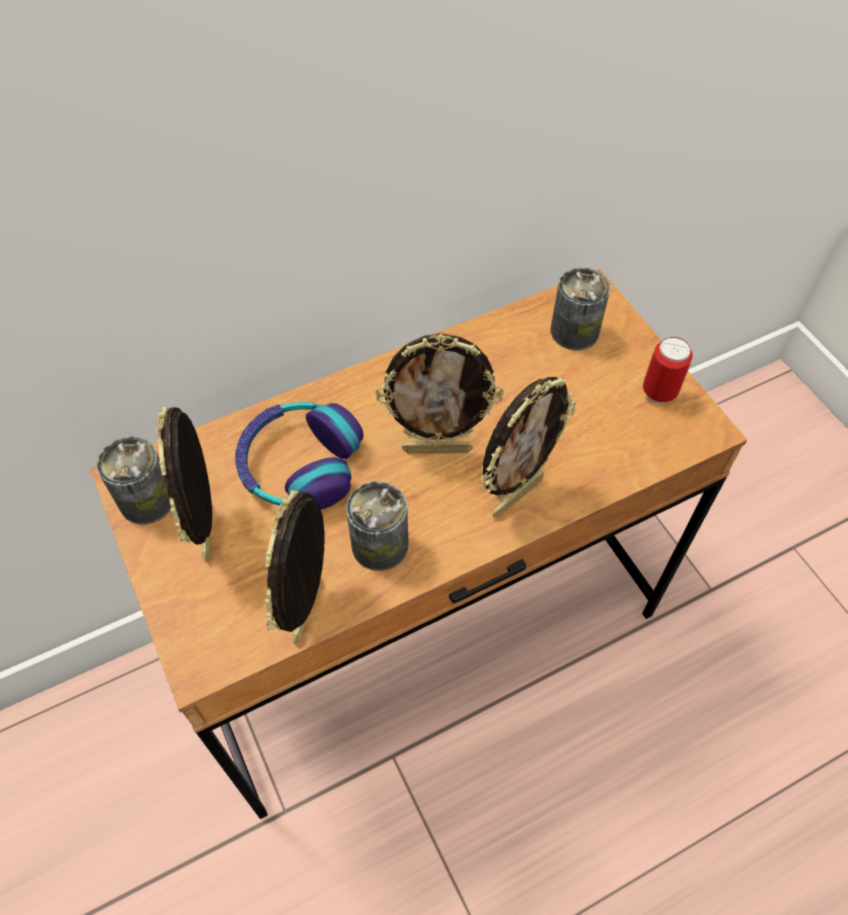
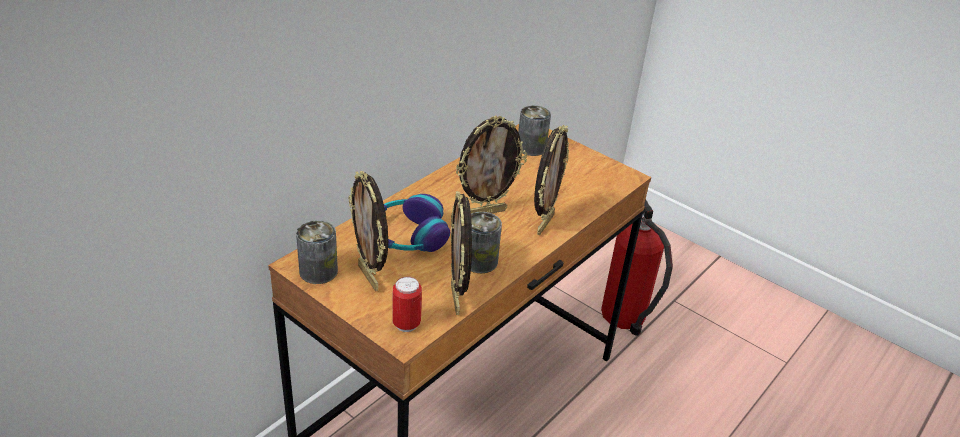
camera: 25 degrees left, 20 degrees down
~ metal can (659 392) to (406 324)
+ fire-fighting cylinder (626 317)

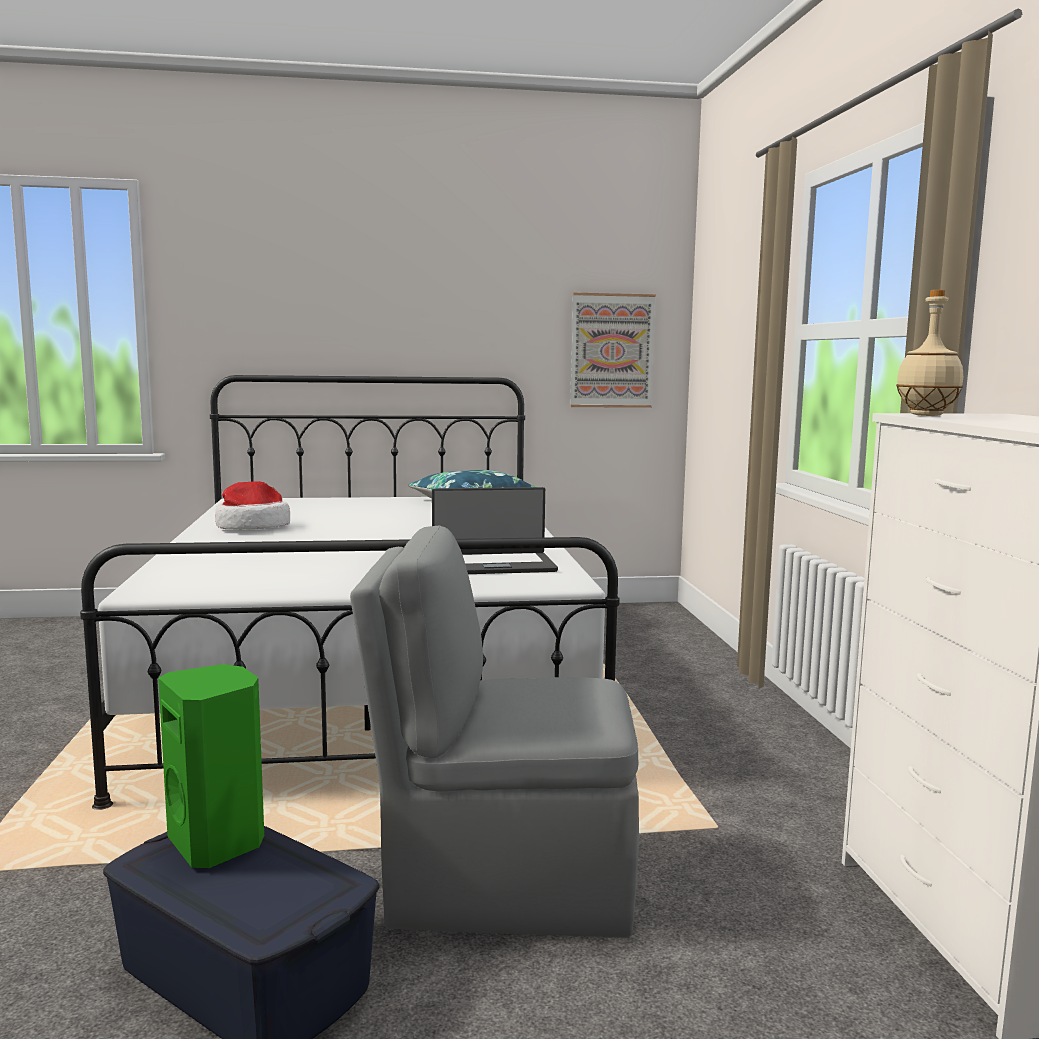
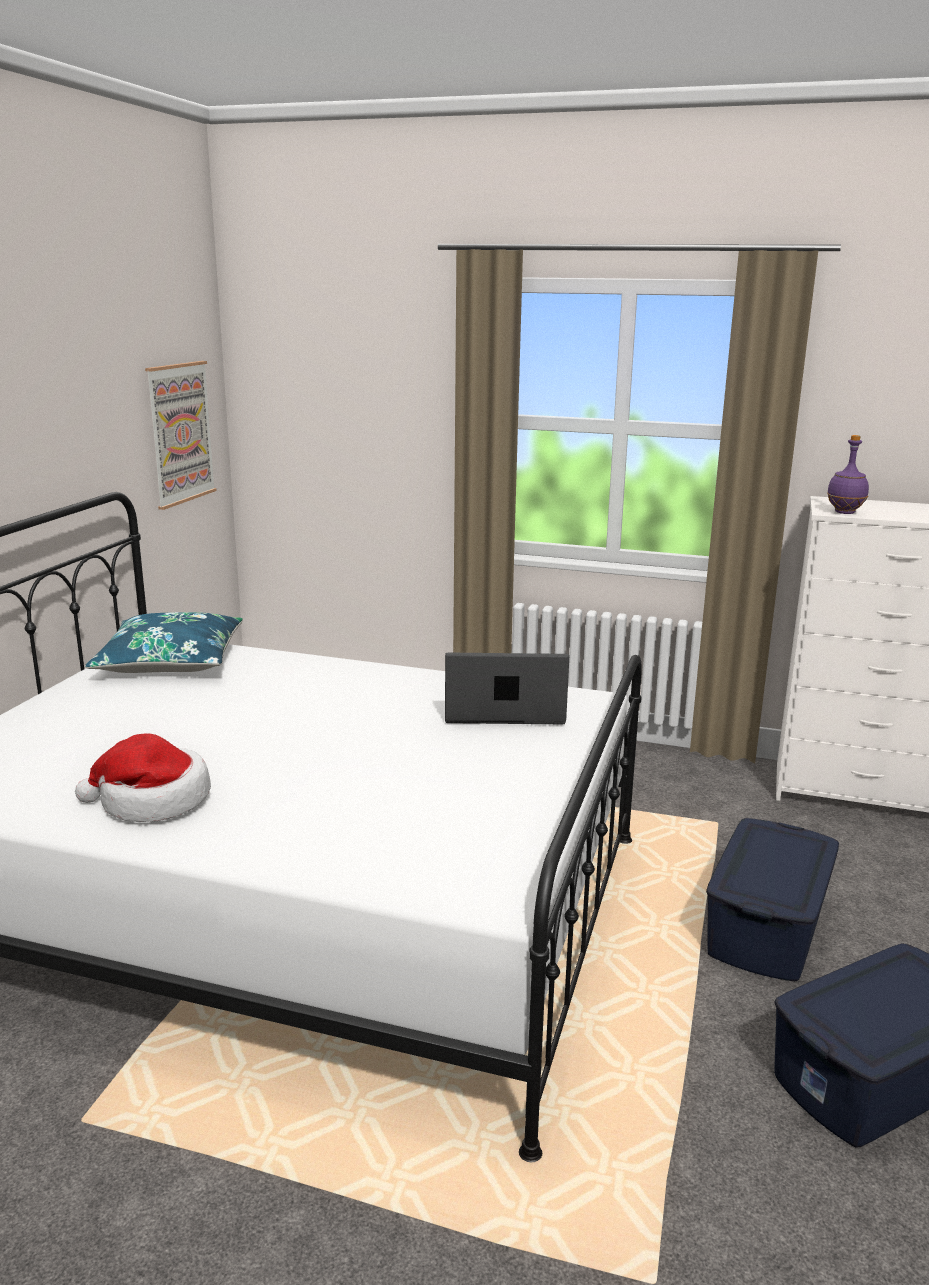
camera: 65 degrees left, 10 degrees up
~ beverage bottle/sand-coloured (927 415) to beverage bottle/purple (844 512)
~ notebook computer (493 565) = (504 711) 105 degrees counterclockwise
~ upright chair/grey (503 881) to storage box/blue-coloured (765 927)
- speaker/green-coloured (219 843)

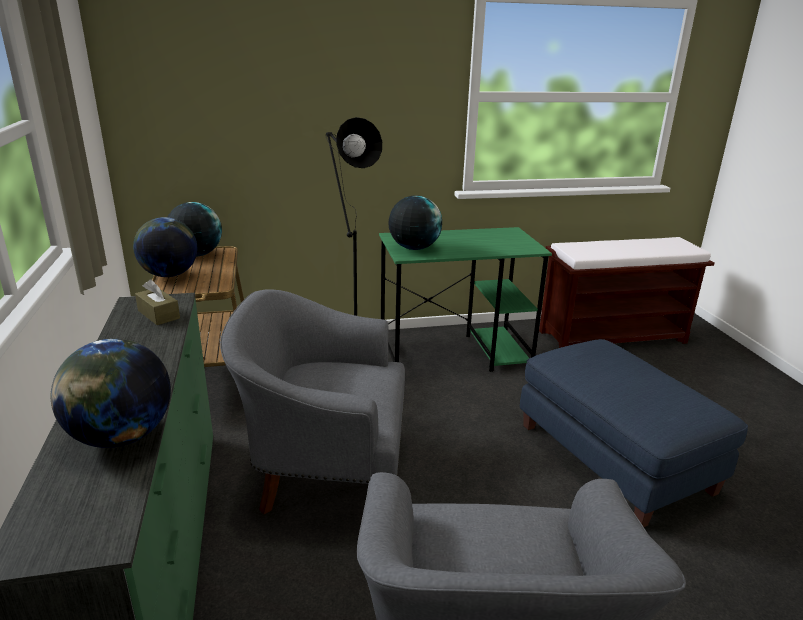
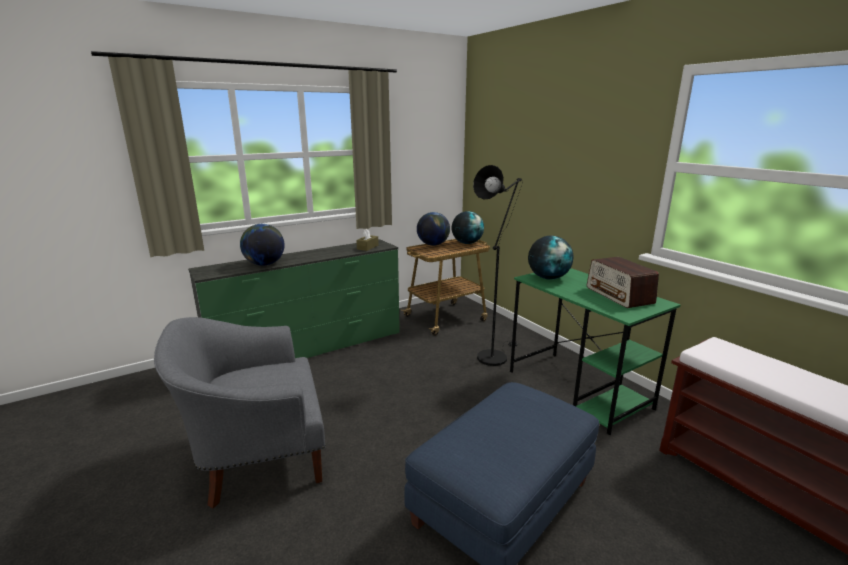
camera: 70 degrees right, 5 degrees down
- armchair/grey (325 470)
+ radio (619 295)

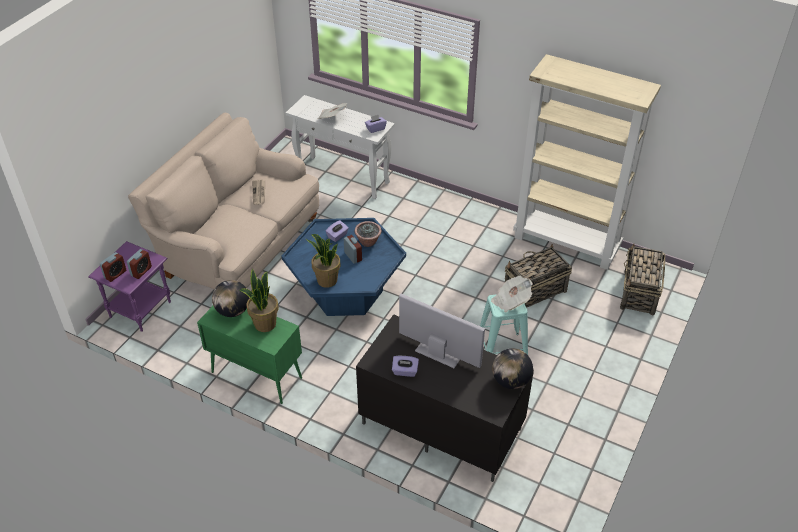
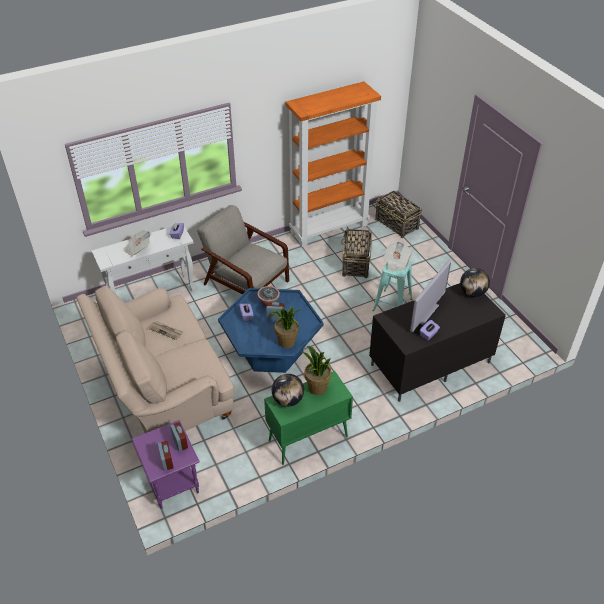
camera: 55 degrees left, 0 degrees up
~ bookshelf/sand-coloured (567 243) to bookshelf/orange-coloured (329 228)
~ television (438 354) = (425 312) 150 degrees clockwise
+ armchair/grey (245 282)

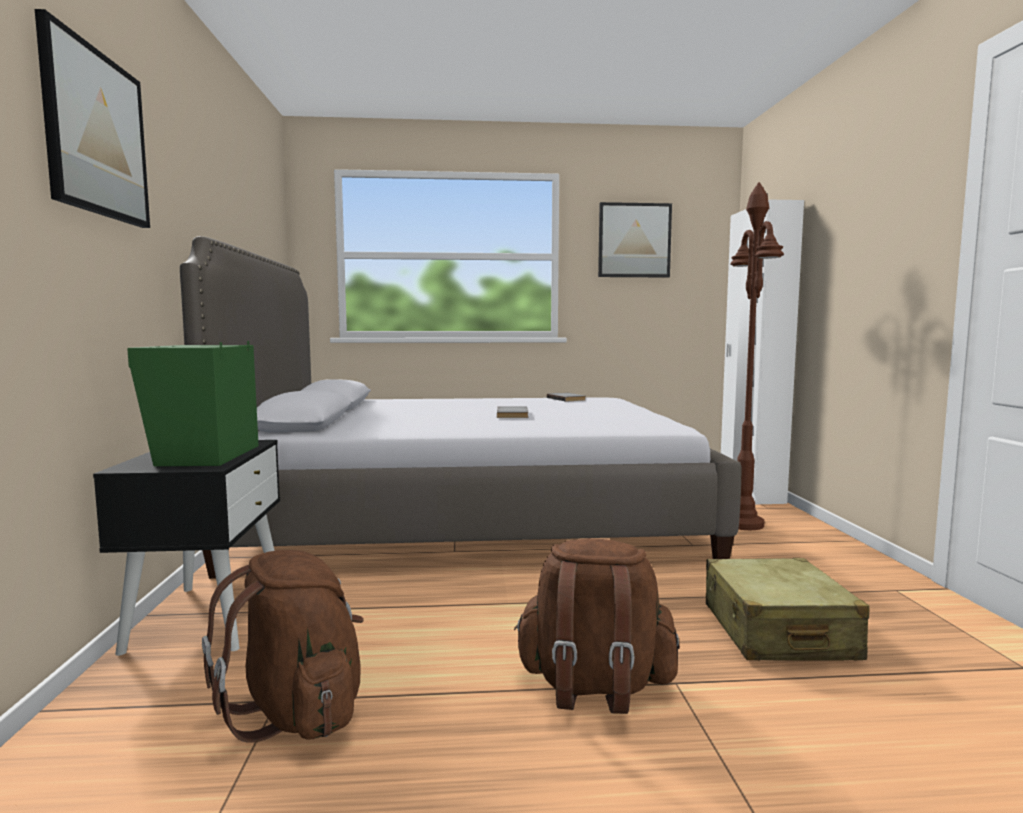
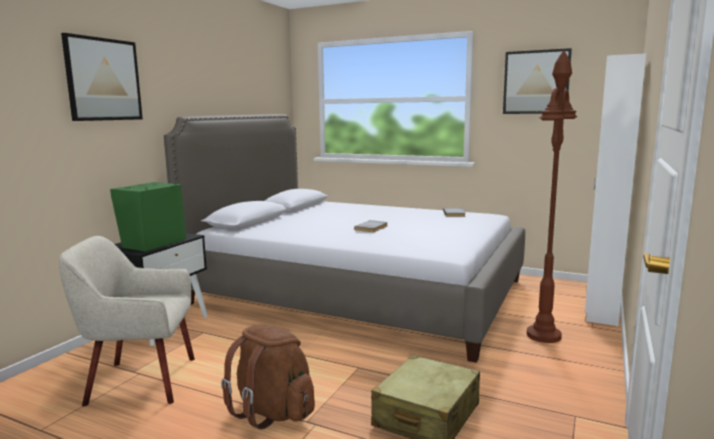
camera: 30 degrees right, 5 degrees up
~ knapsack/brown-coloured (298 711) to armchair/sand-coloured (140 381)

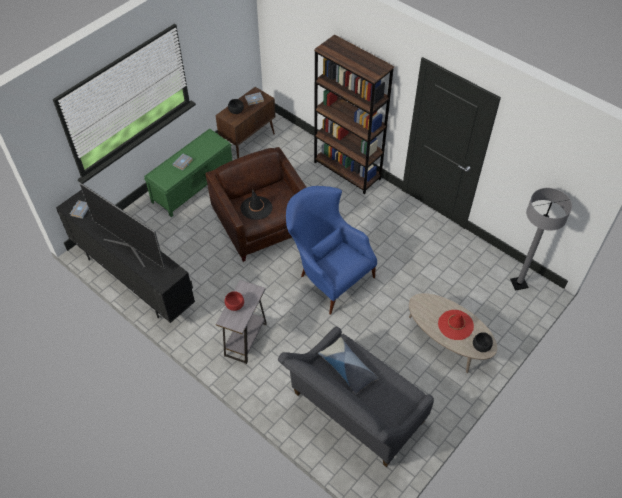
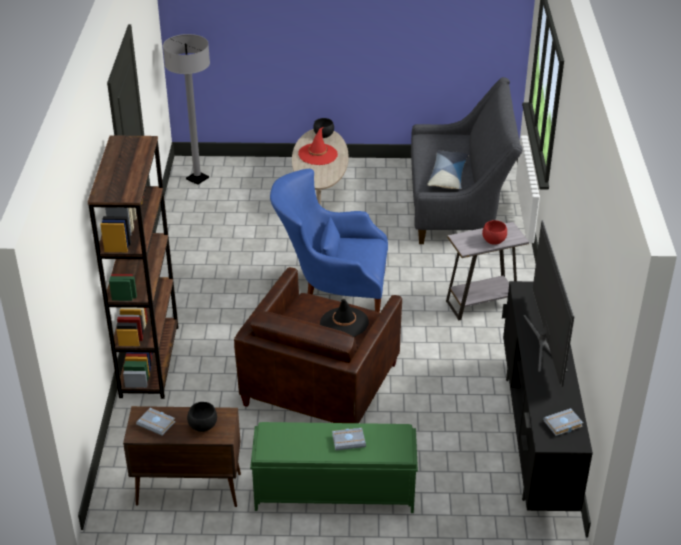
camera: 130 degrees left, 15 degrees down
~ armchair/blue-coloured (327 274) = (332 294) 90 degrees clockwise

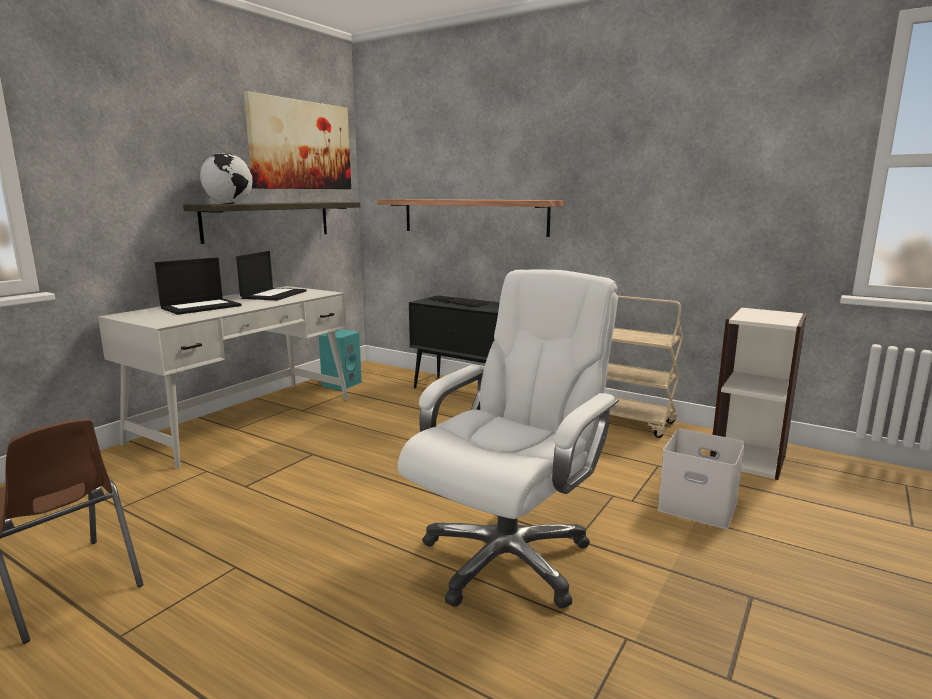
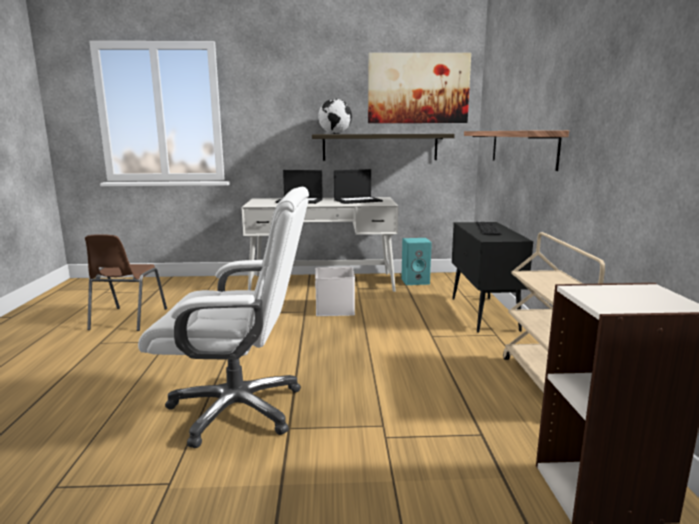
camera: 55 degrees right, 0 degrees up
~ storage box/white-coloured (699 505) to (335 309)

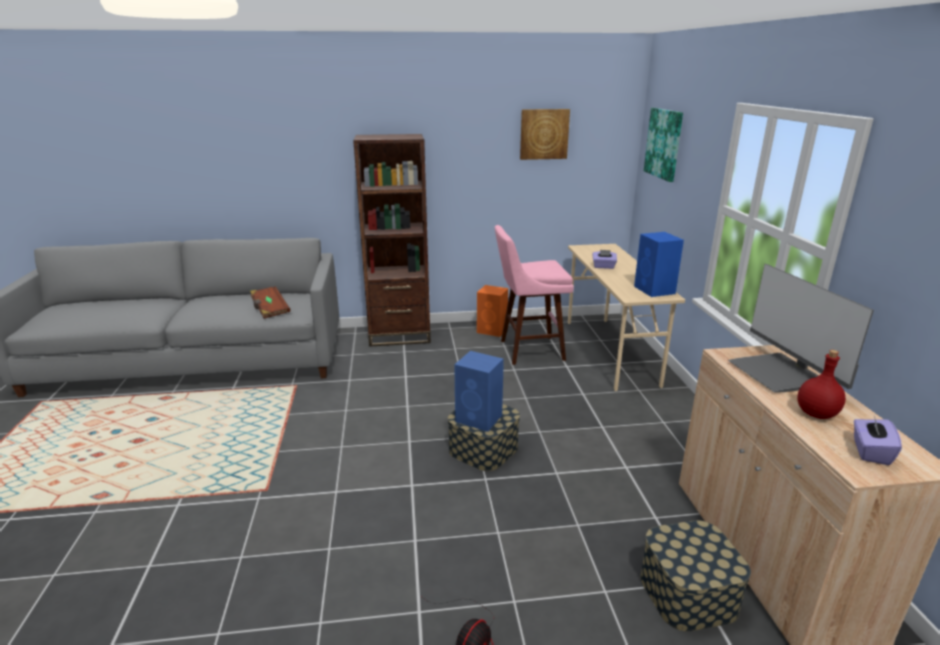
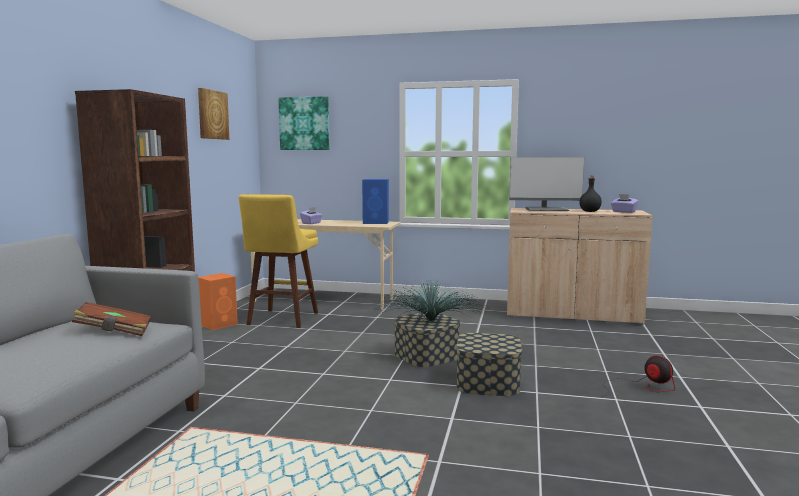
camera: 70 degrees left, 15 degrees down
~ sitting stool/pink (528 350) to sitting stool/yellowish (282 319)
~ beverage bottle/red (815 414) to beverage bottle/black-coloured (590 211)
~ speaker/blue-coloured (479 418) to plant in a pot (430 321)
~ storage box (688 593) to (487 382)

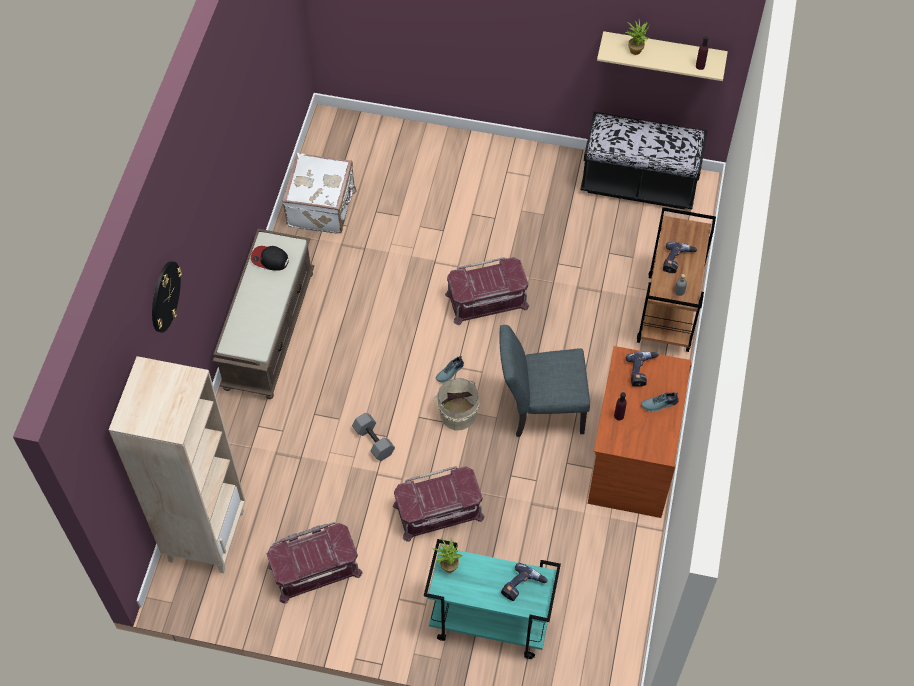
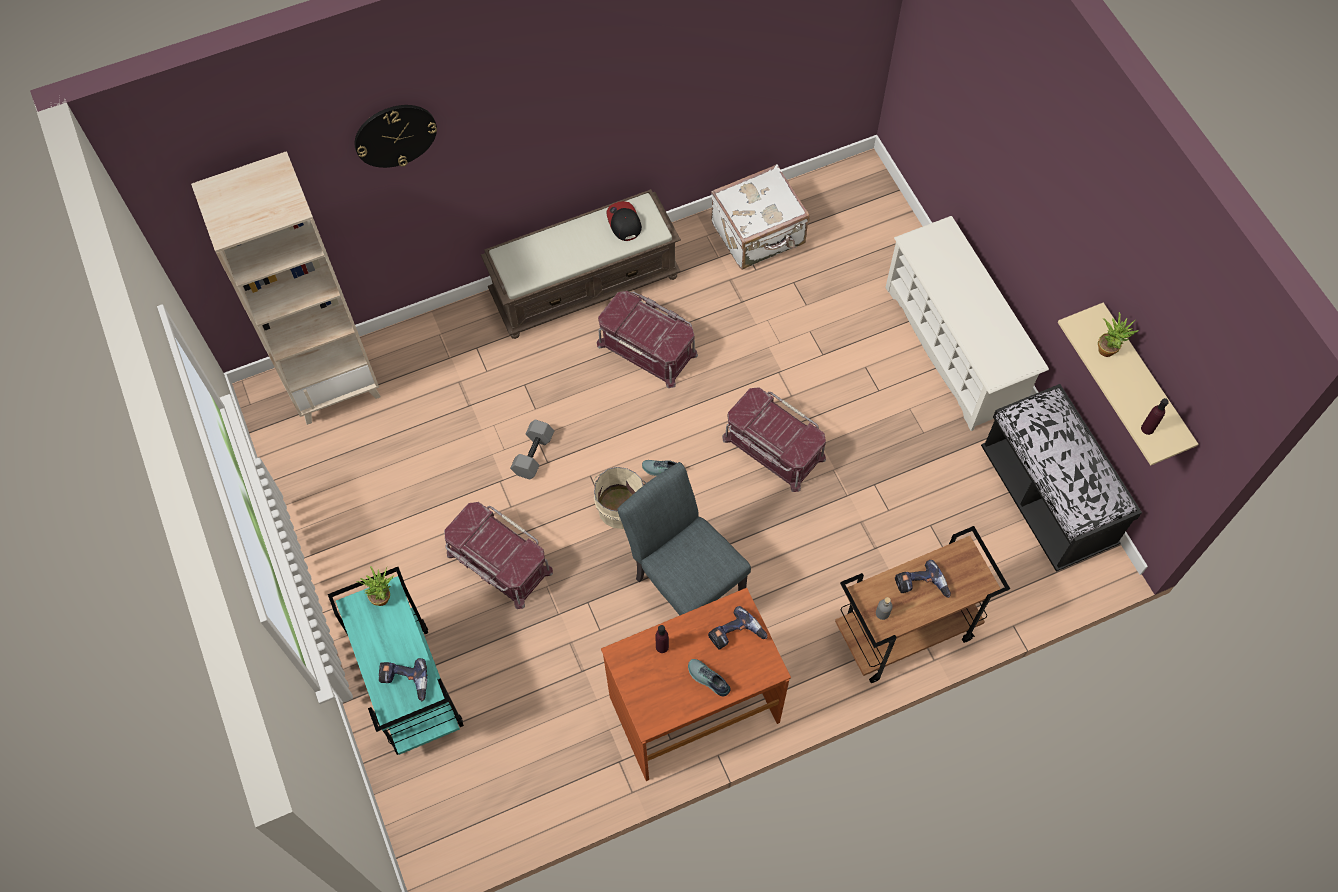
camera: 55 degrees right, 5 degrees up
~ storage box/red (315 568) to (648 348)
+ shoe stand/white-coloured (954 347)

